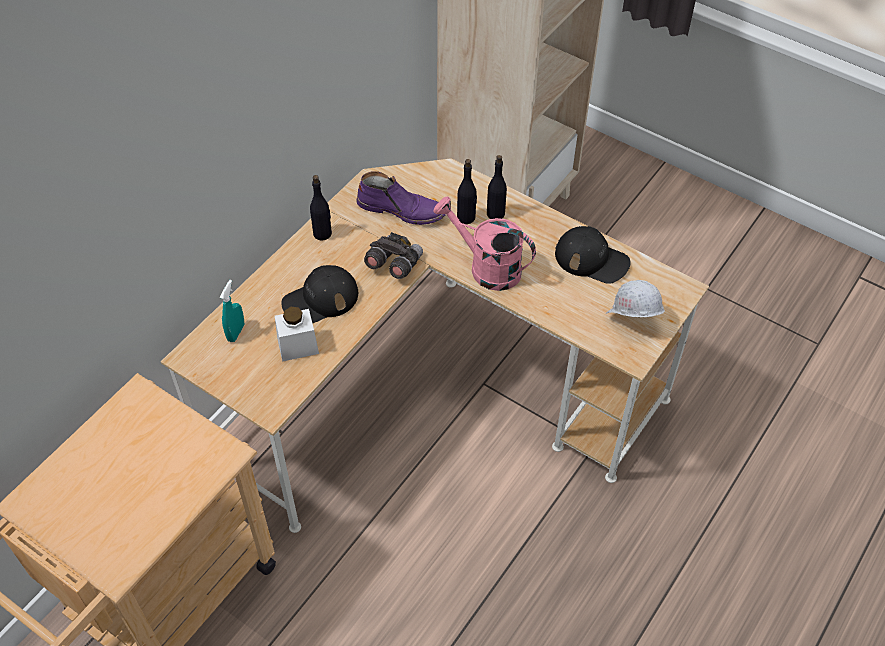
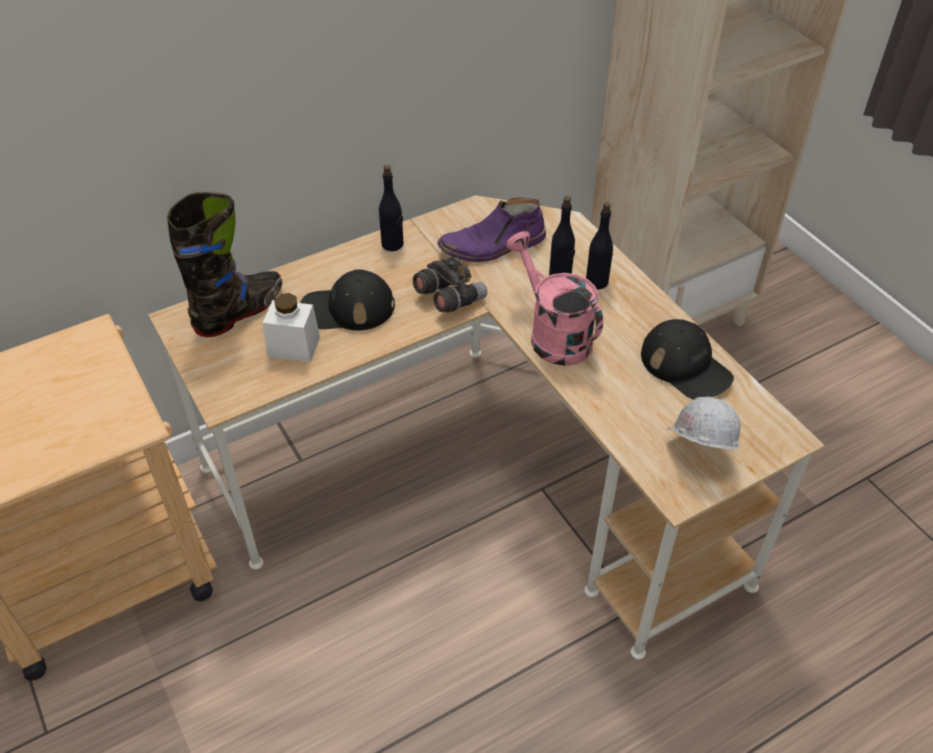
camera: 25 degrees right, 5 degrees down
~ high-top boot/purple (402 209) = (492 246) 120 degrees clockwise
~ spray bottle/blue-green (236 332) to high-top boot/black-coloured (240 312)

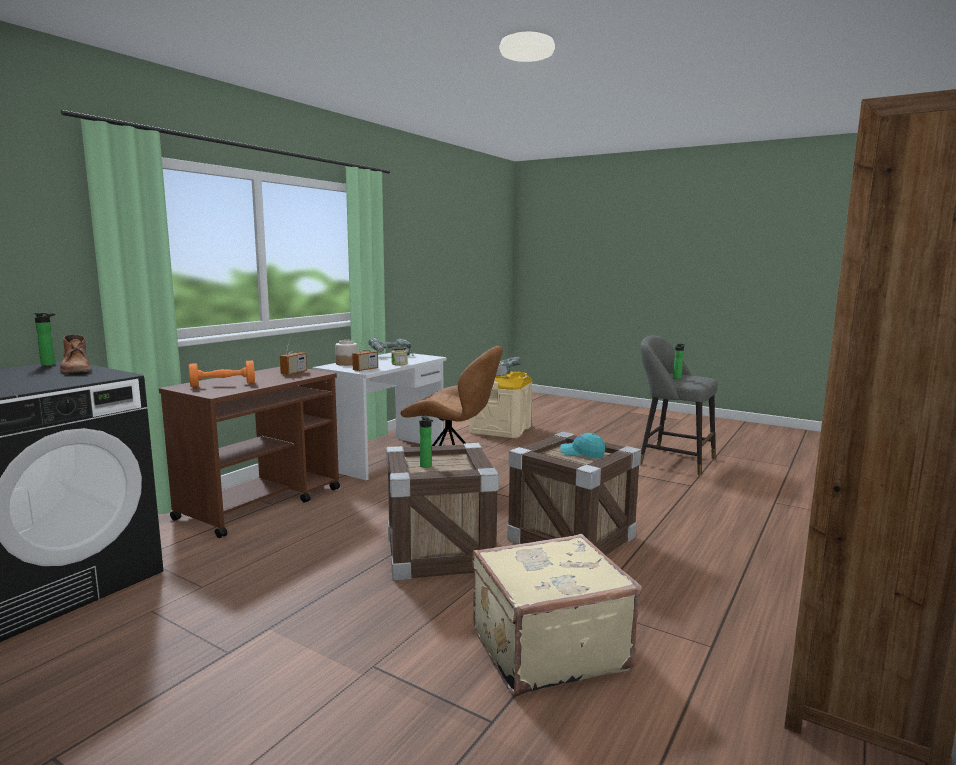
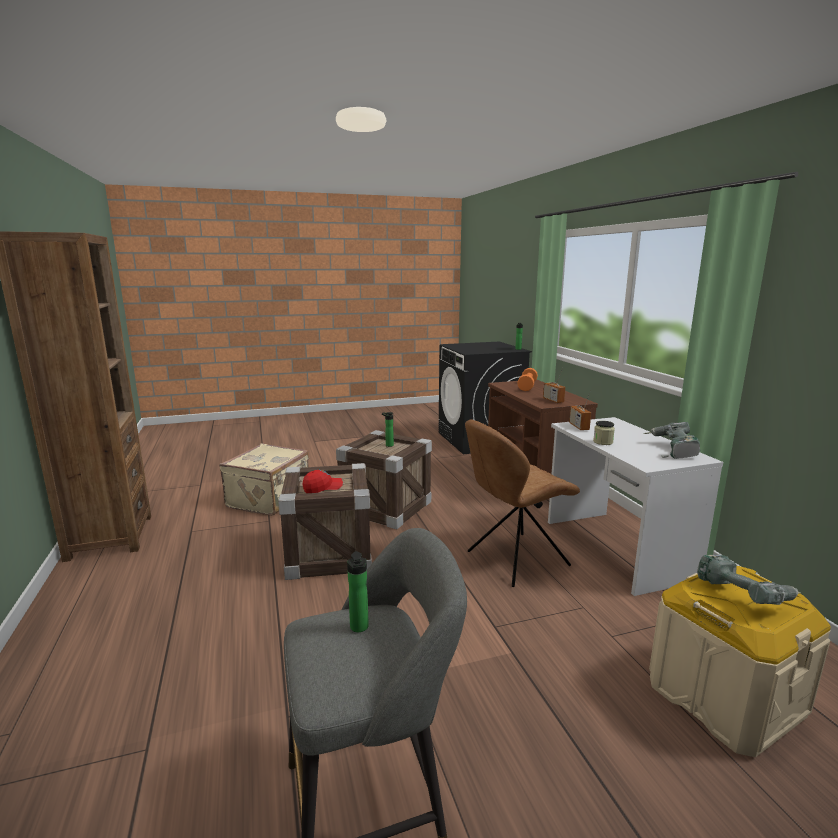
camera: 130 degrees right, 5 degrees up
- high-top boot/brown-coloured (76 370)
- storage jar (346 363)
~ peaked cap/blue-green (582 453) to peaked cap/red (322 488)

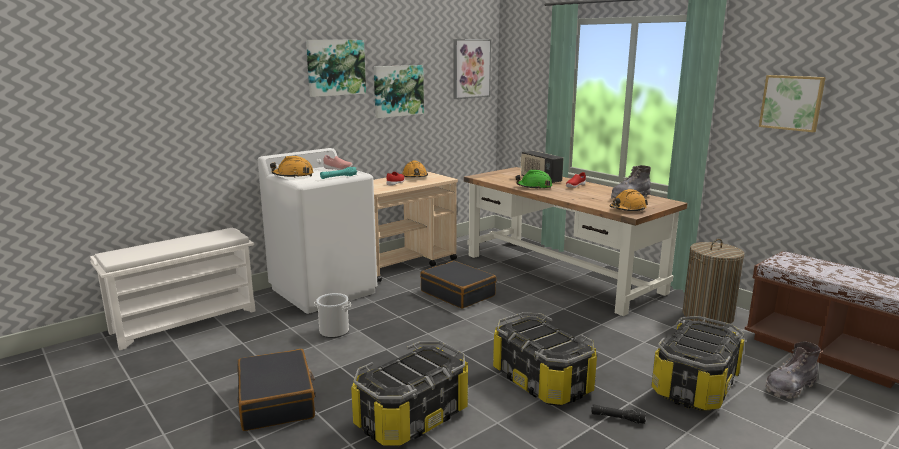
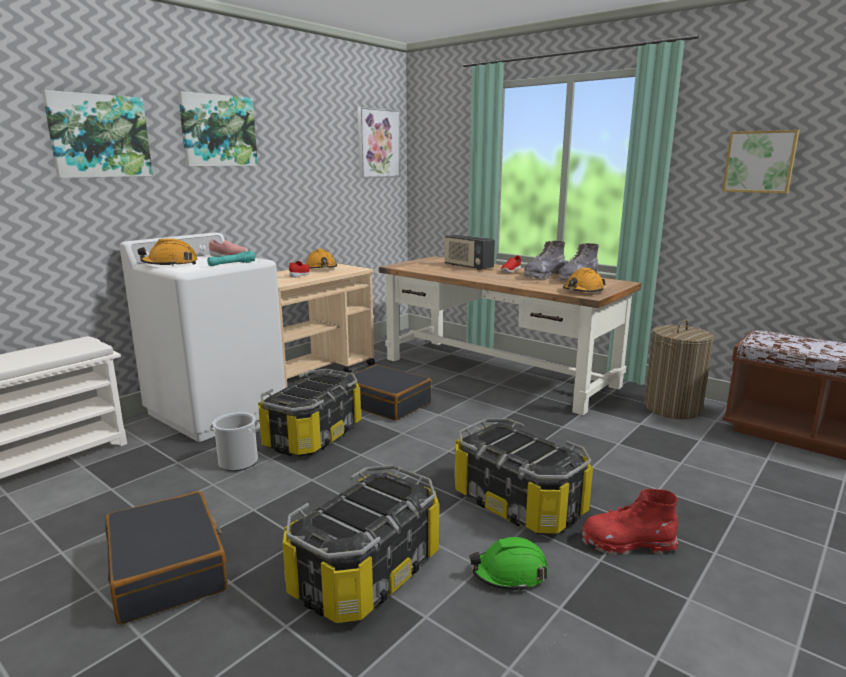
camera: 10 degrees left, 0 degrees up
~ wall art (398 90) to (99 136)
~ hard hat/green-coloured (534 187) to (509 573)
~ storage box (694 385) to (312 435)
~ high-top boot/grey (789 387) to (543 276)
~ torch/black-coloured (617 418) to high-top boot/red (627 543)

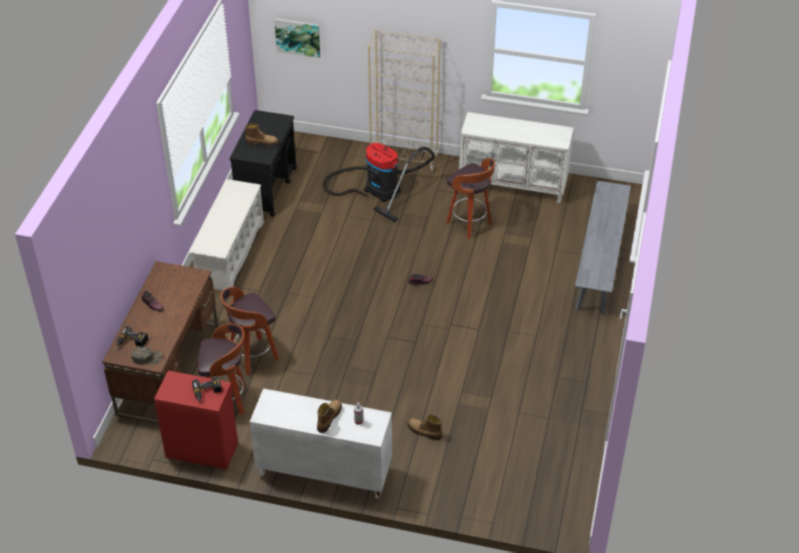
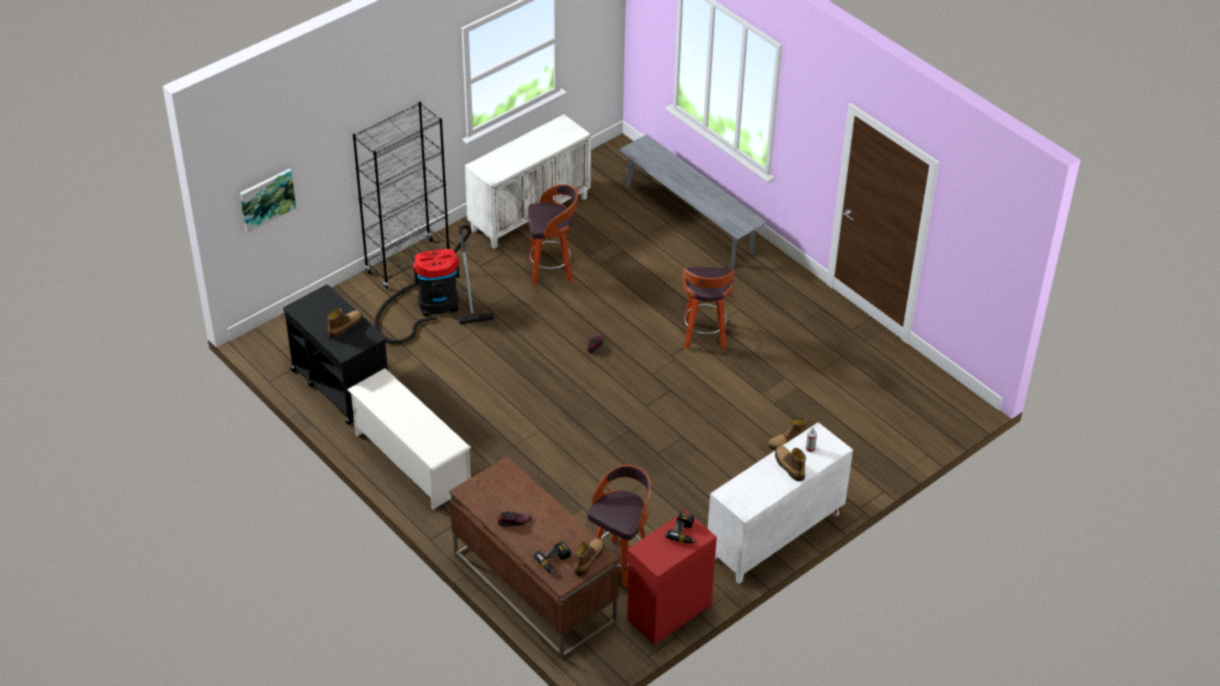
camera: 55 degrees left, 0 degrees up
~ bookshelf/sand-coloured (404 158) to bookshelf/black-coloured (408 264)
~ sitting stool (252 357) to (704 336)
~ peaked cap/green-coloured (147 357) to high-top boot (588 559)

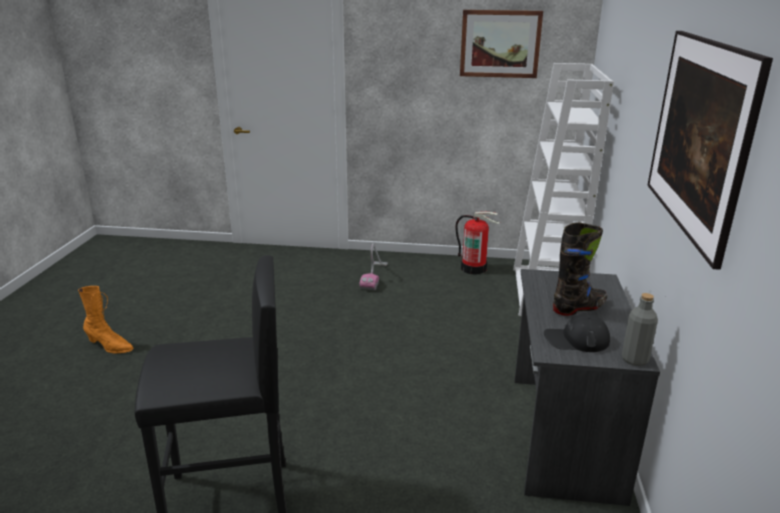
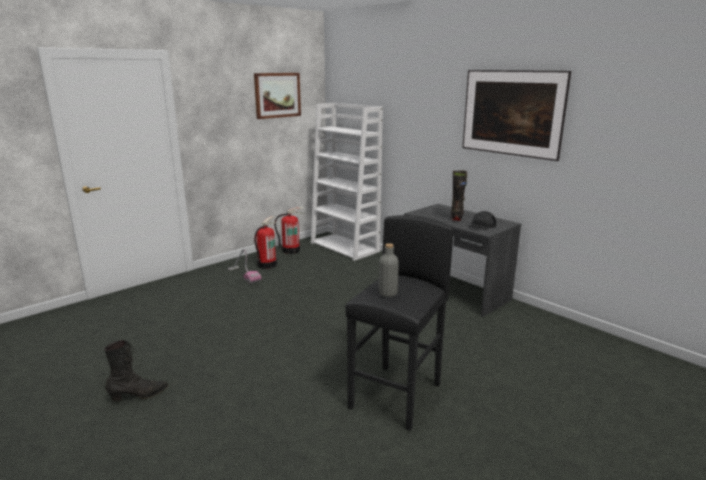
camera: 50 degrees left, 5 degrees down
~ high-top boot/orange-coloured (109 346) to high-top boot/black-coloured (139 395)
~ beverage bottle/grey (634 360) to (388 294)
+ fire-fighting cylinder (267 265)

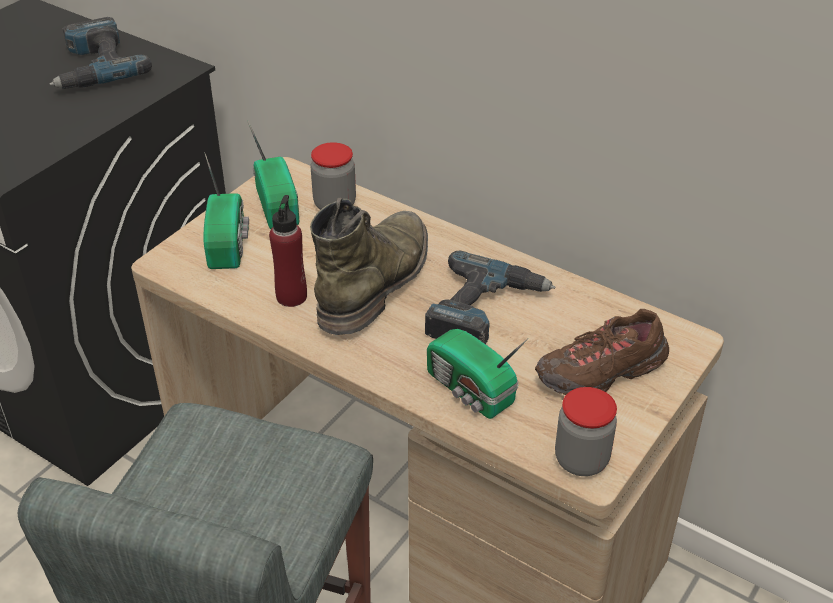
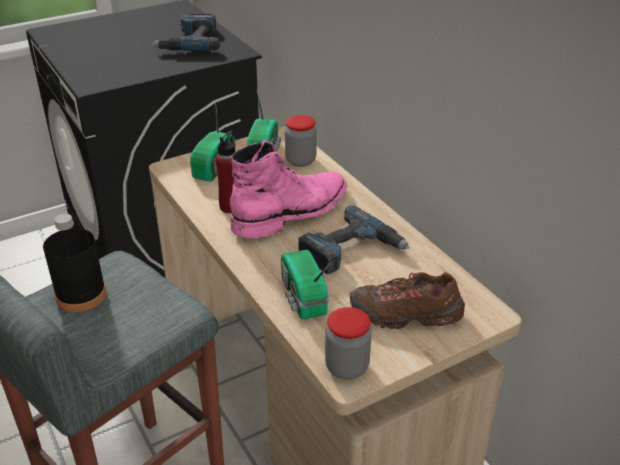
camera: 25 degrees right, 5 degrees down
~ high-top boot/green-coloured (376 281) to high-top boot/pink (292 212)
+ beverage bottle/black-coloured (81 295)

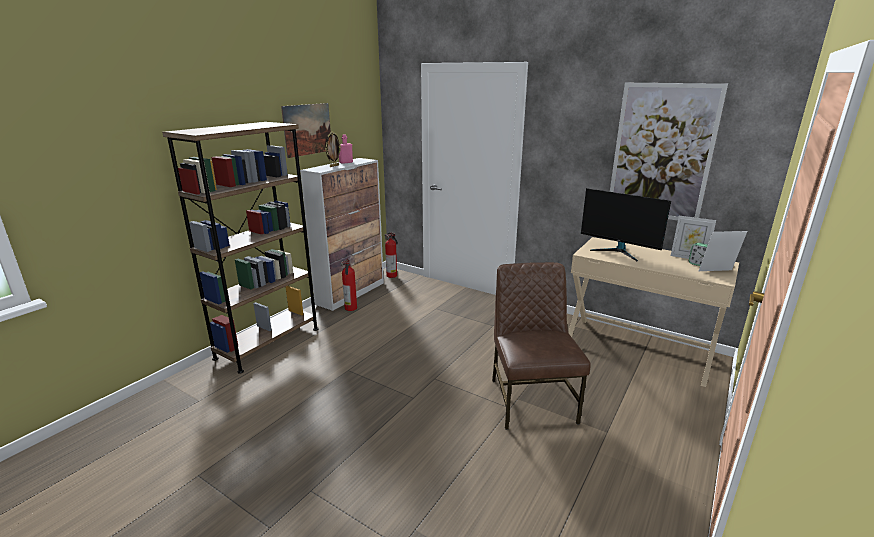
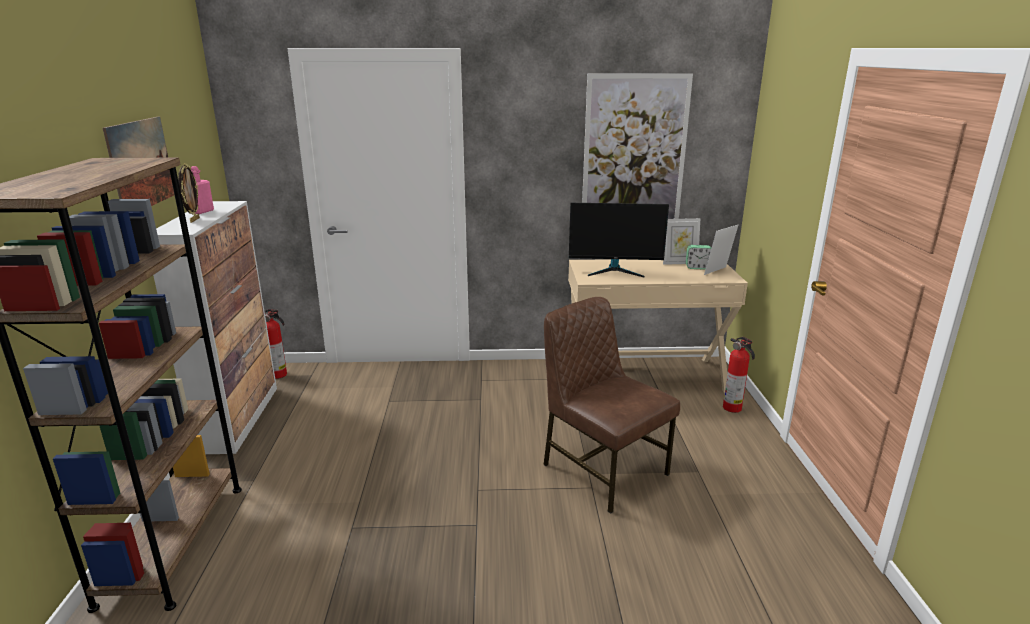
camera: 35 degrees left, 0 degrees up
~ fire-fighting cylinder (350 308) to (733 408)

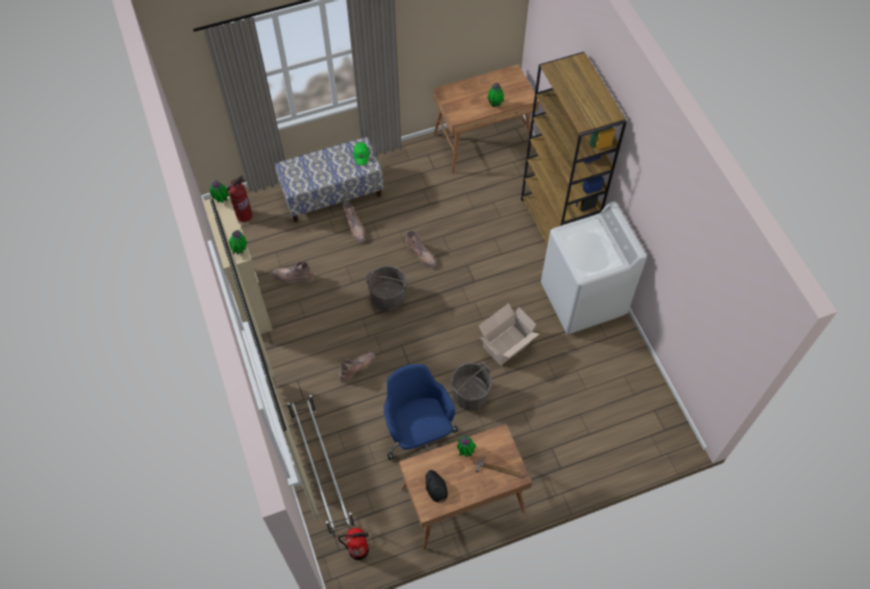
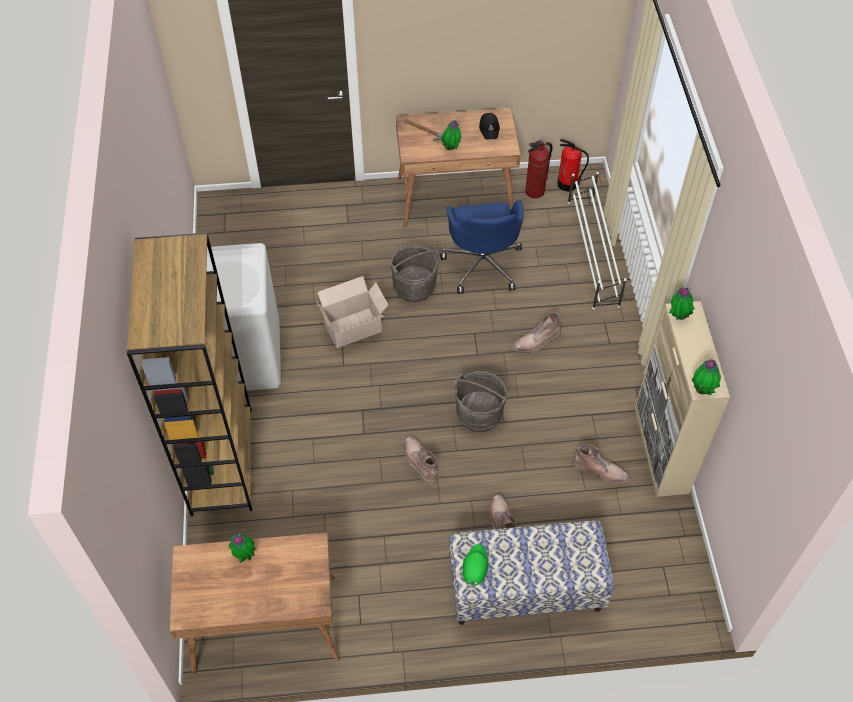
camera: 165 degrees left, 5 degrees down
~ fire-fighting cylinder (244 215) to (535 191)

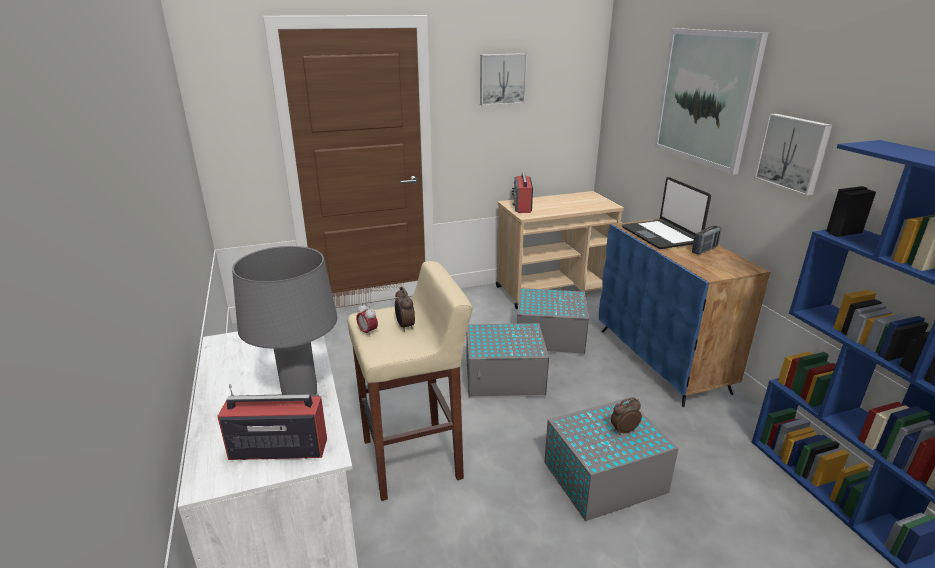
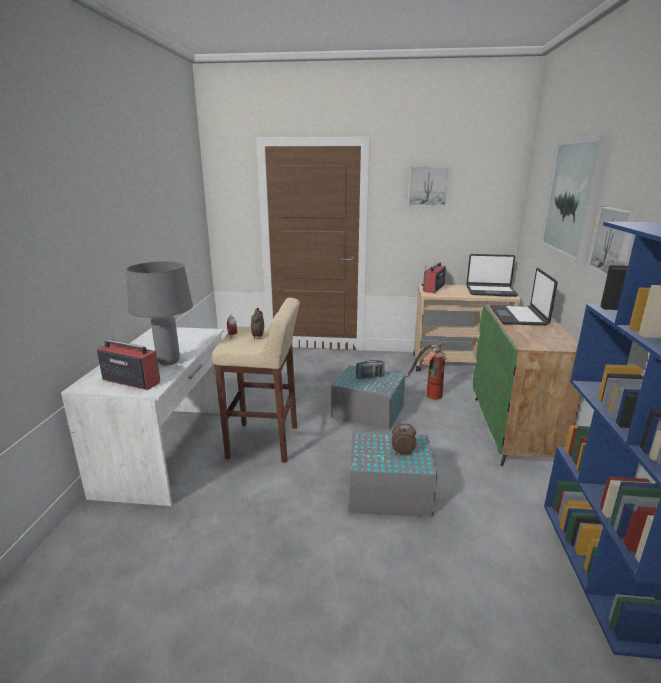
camera: 25 degrees right, 5 degrees down
~ cabinet/blue-coloured (662 360) to cabinet/green-coloured (512 430)
~ radio (704 250) to (370 377)
~ storage box/grey (551 338) to fire-fighting cylinder (427 395)
+ notebook computer (490 291)

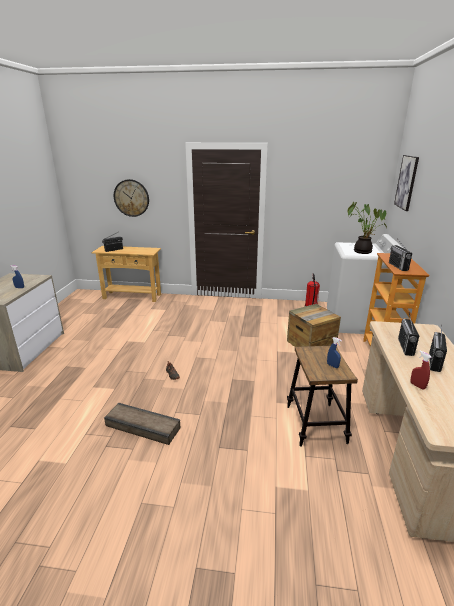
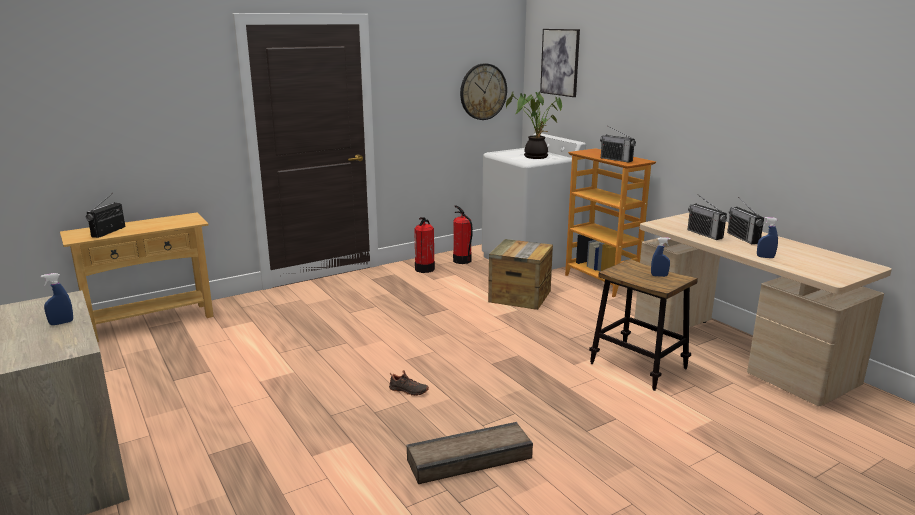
camera: 40 degrees left, 5 degrees down
~ wall clock (131 198) to (483 91)
~ spray bottle/red (417 386) to spray bottle/blue-coloured (765 257)
+ fire-fighting cylinder (425 269)

